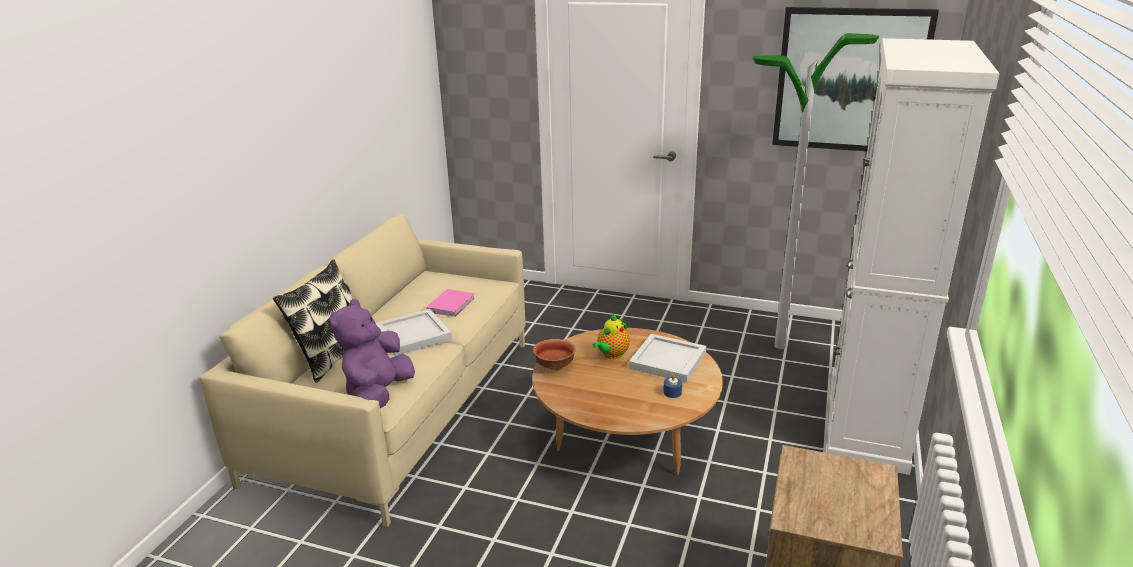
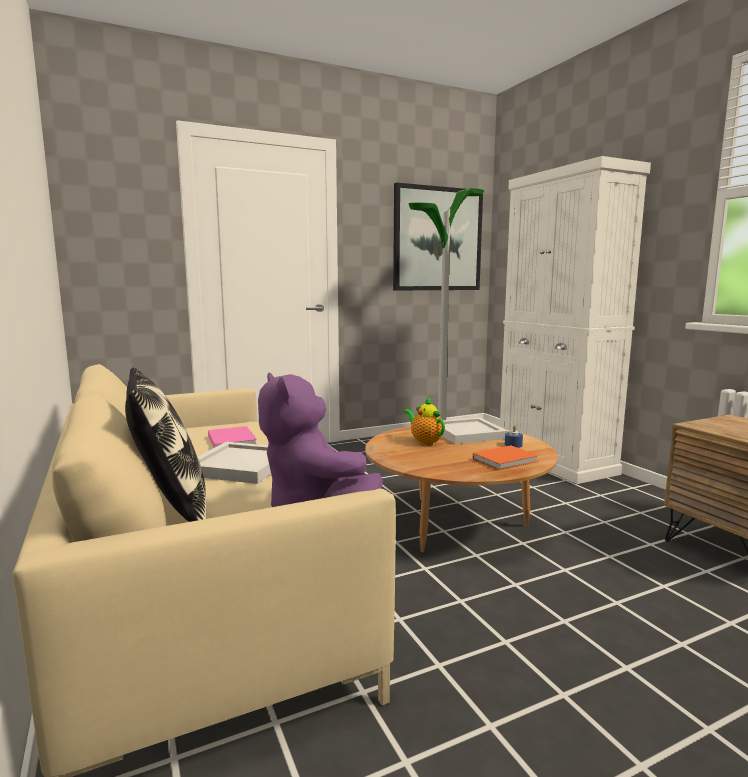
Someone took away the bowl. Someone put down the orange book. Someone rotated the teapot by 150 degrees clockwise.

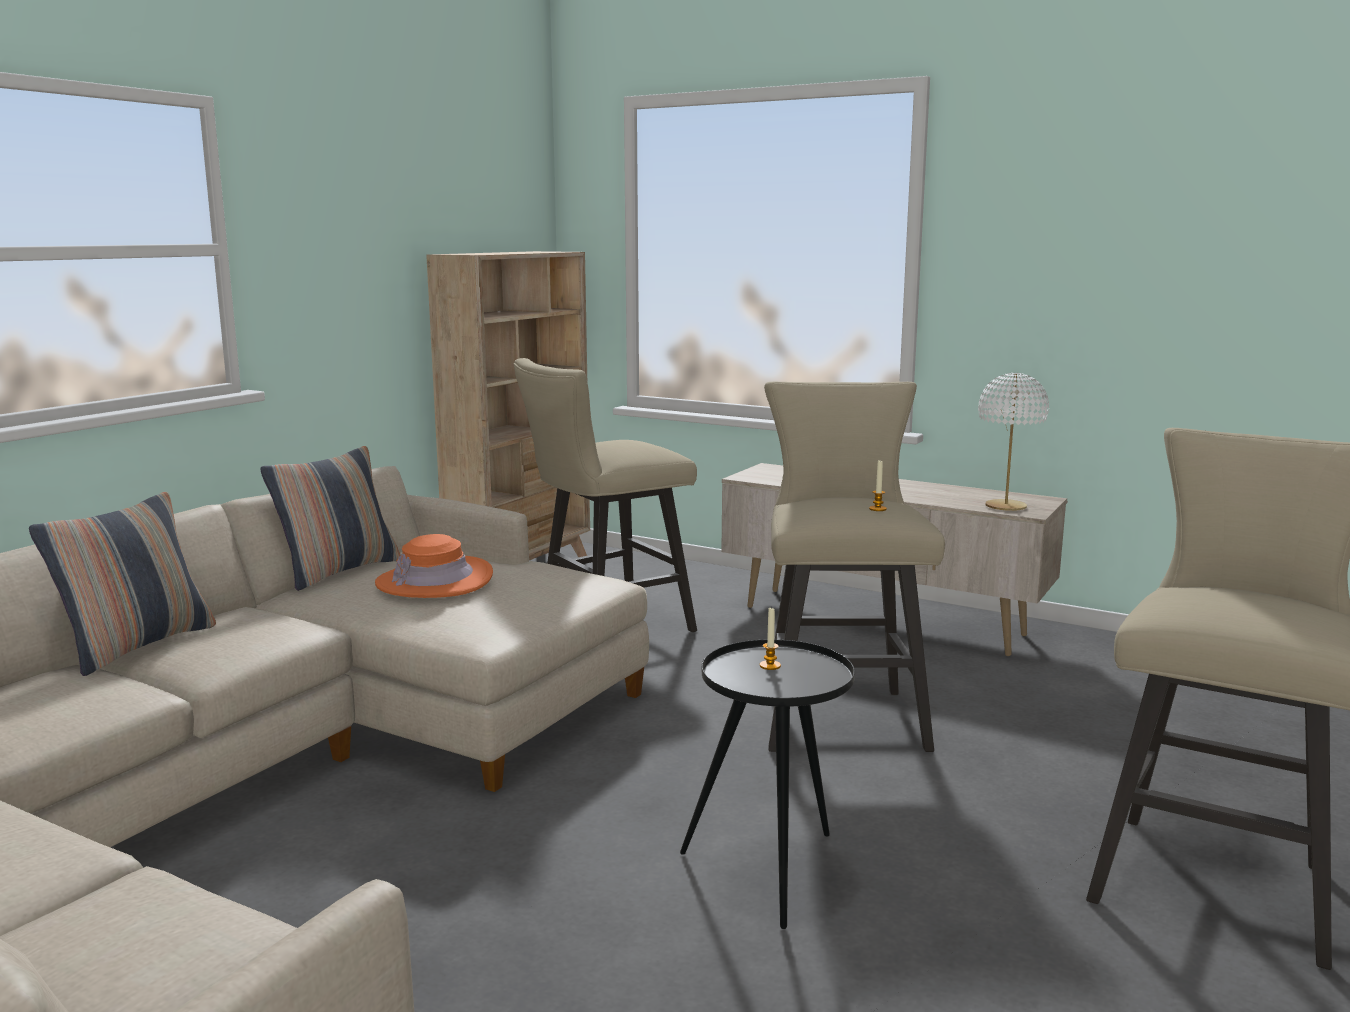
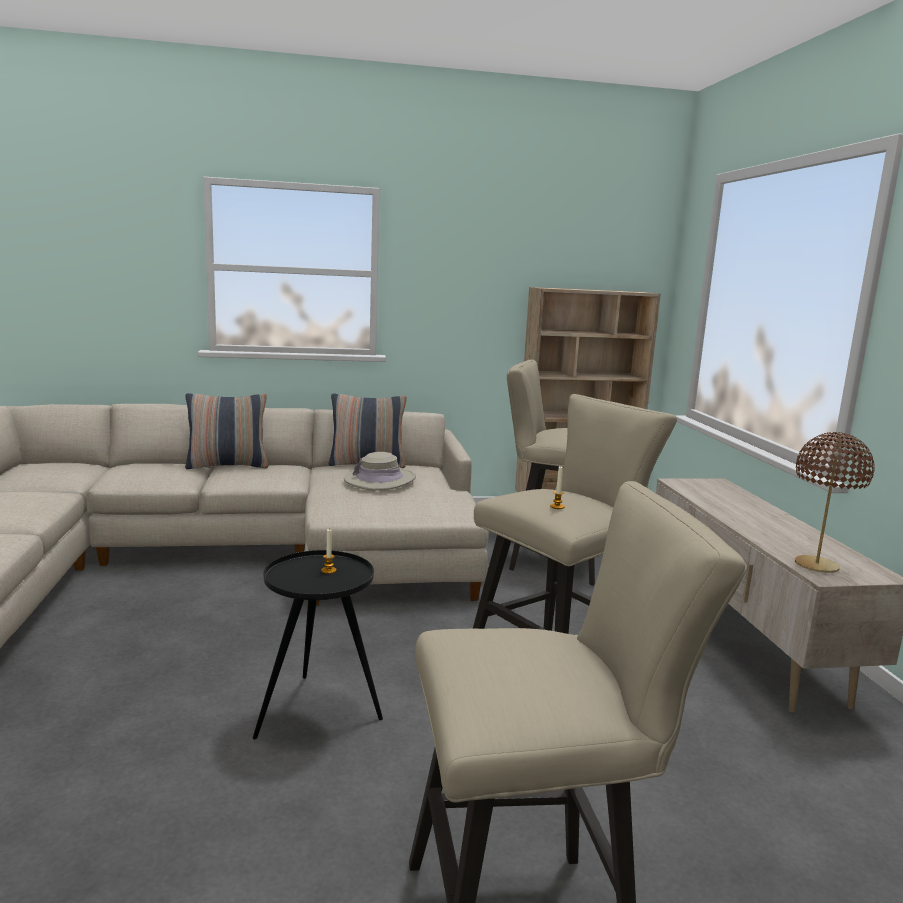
Someone repainted the orange hat, which became the beige hat. Someone repainted the white table lamp, which became the brown table lamp.

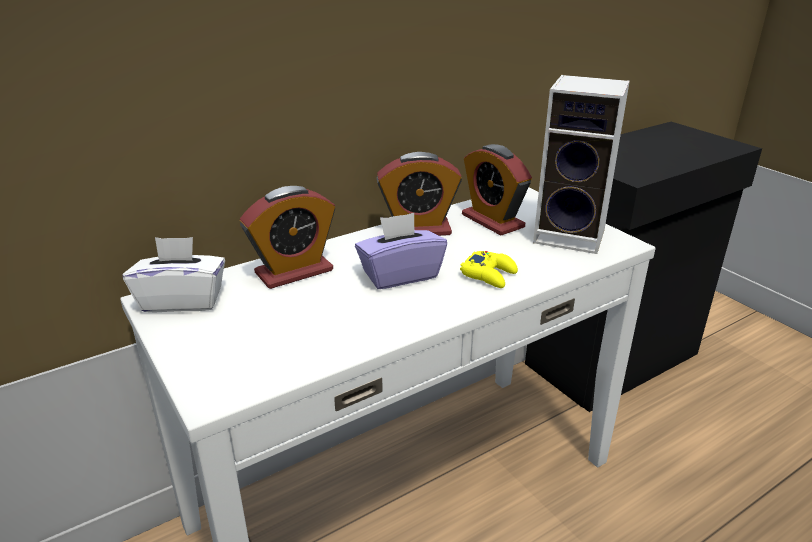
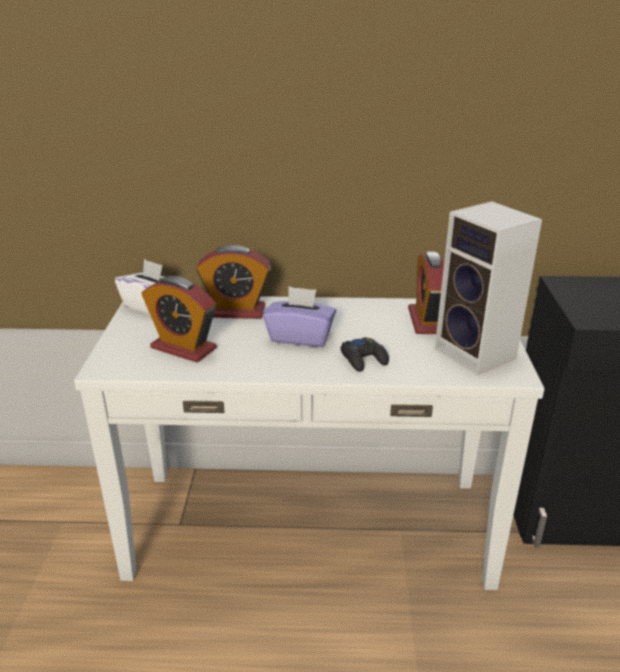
Someone carried the alarm clock (no. 2 from left in the first image). Someone repainted the yellow game controller, which became the black game controller.

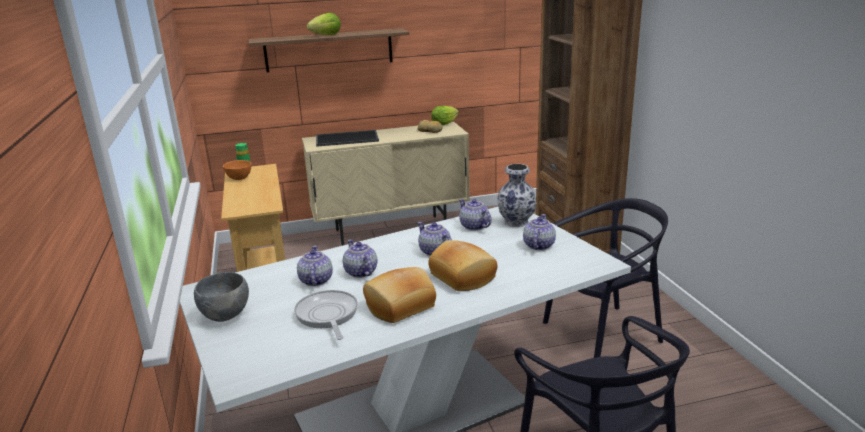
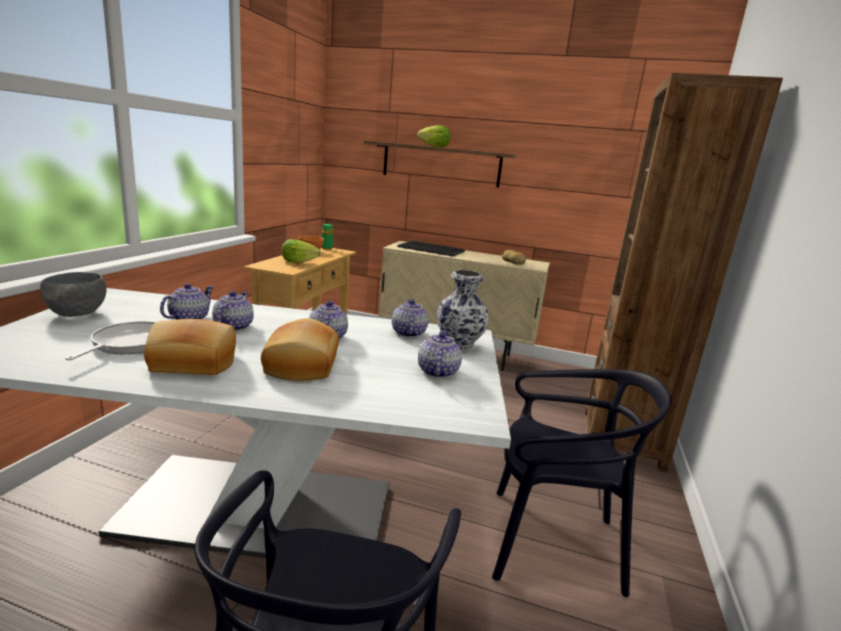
Someone carried the lettuce (no. 2 from left in the first image). Someone rotated the teapot (no. 5 from left) by 45 degrees counterclockwise.

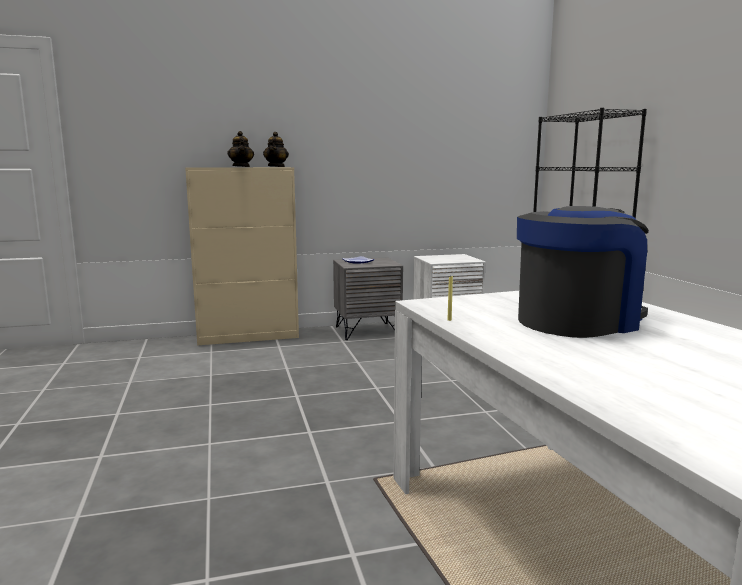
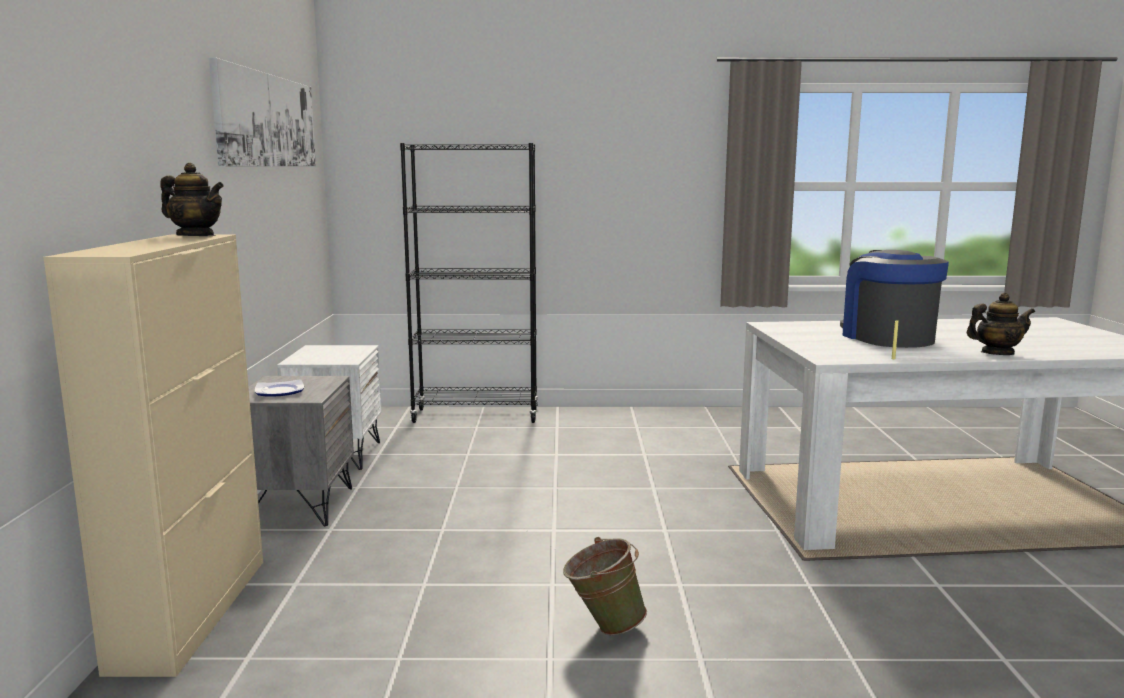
Someone put up the picture. Someone put down the green bucket. Someone carried the teapot (no. 1 from left in the first image).

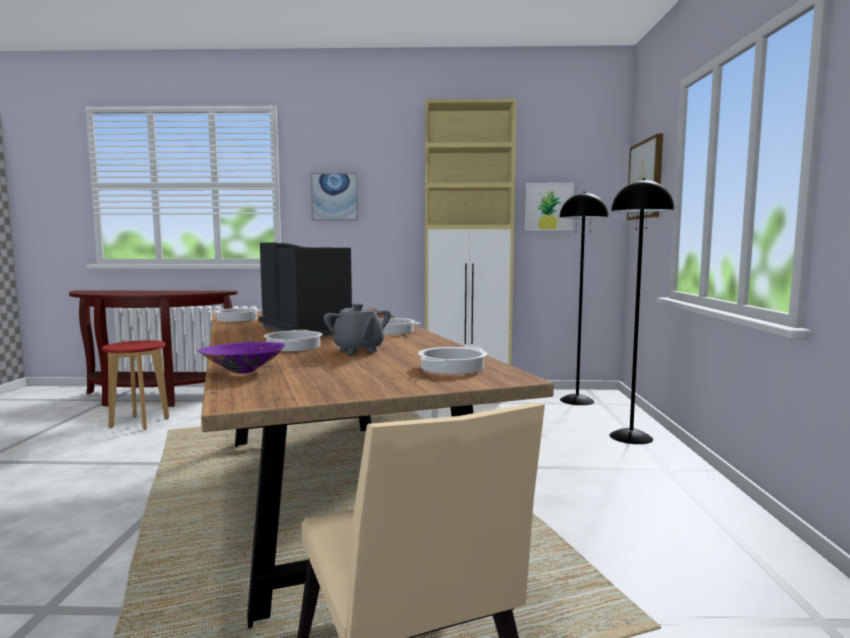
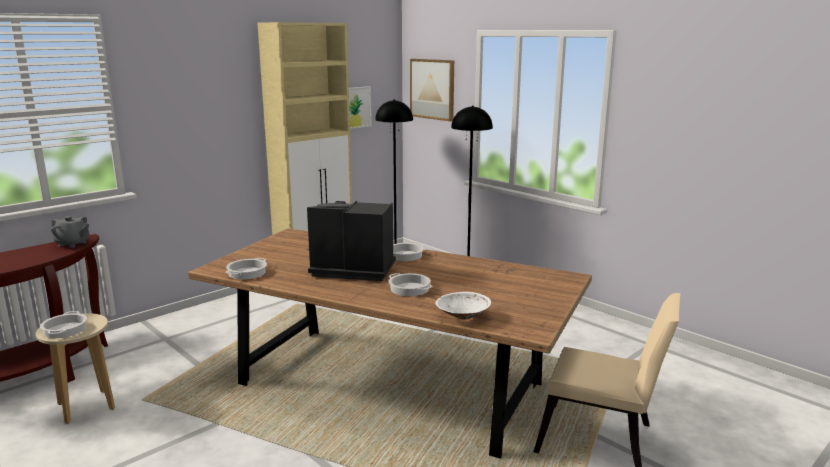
Someone took away the picture (no. 1 from left). Someone carried the grey teapot. Someone carried the cooking pot (no. 4 from left in the first image). Someone repainted the red stool, which became the beige stool. Someone repainted the purple bowl, which became the white bowl.

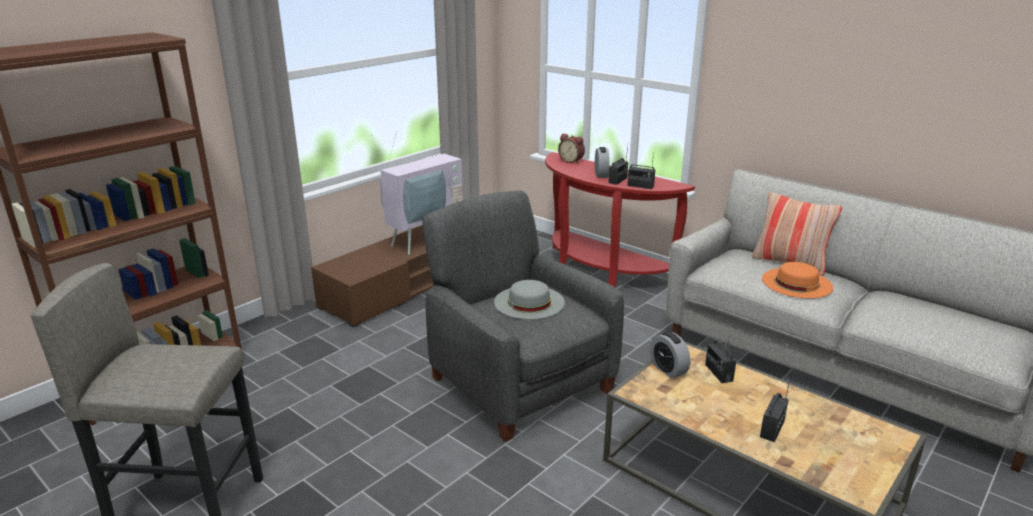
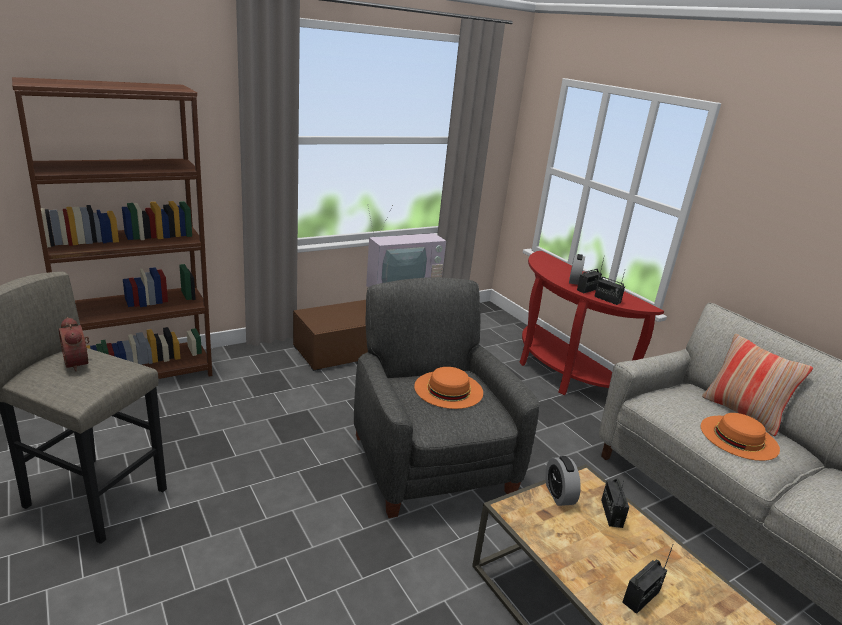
Someone carried the alarm clock (no. 1 from left). Someone repainted the grey hat, which became the orange hat (no. 1 from left).

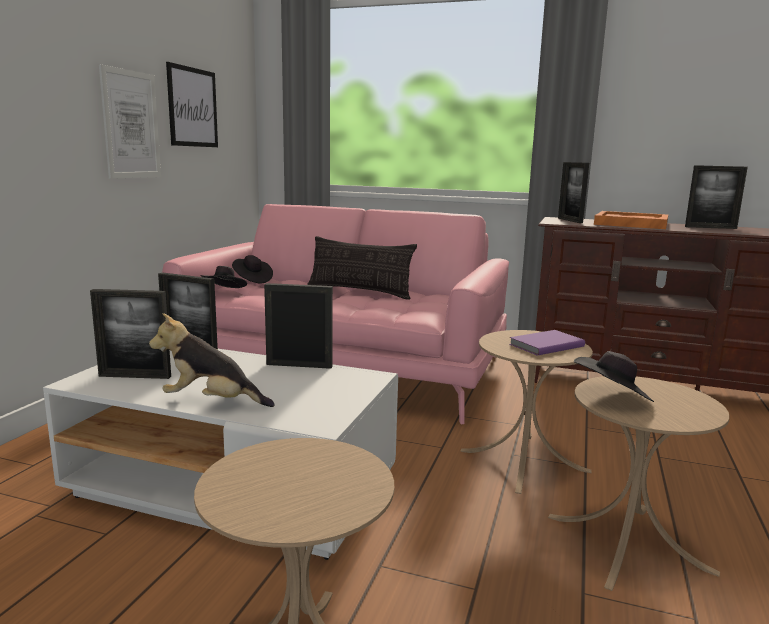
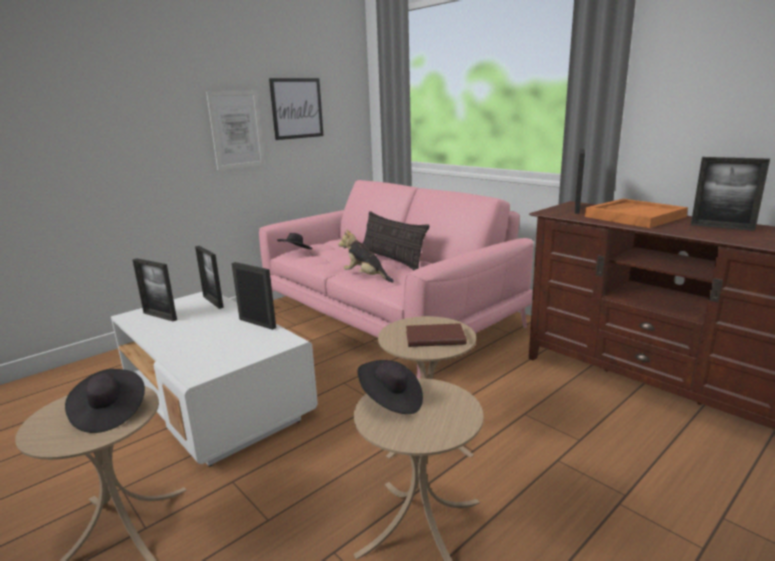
Someone carried the plush toy. Someone carried the black hat (no. 2 from left in the first image). Someone repainted the purple book, which became the brown book.

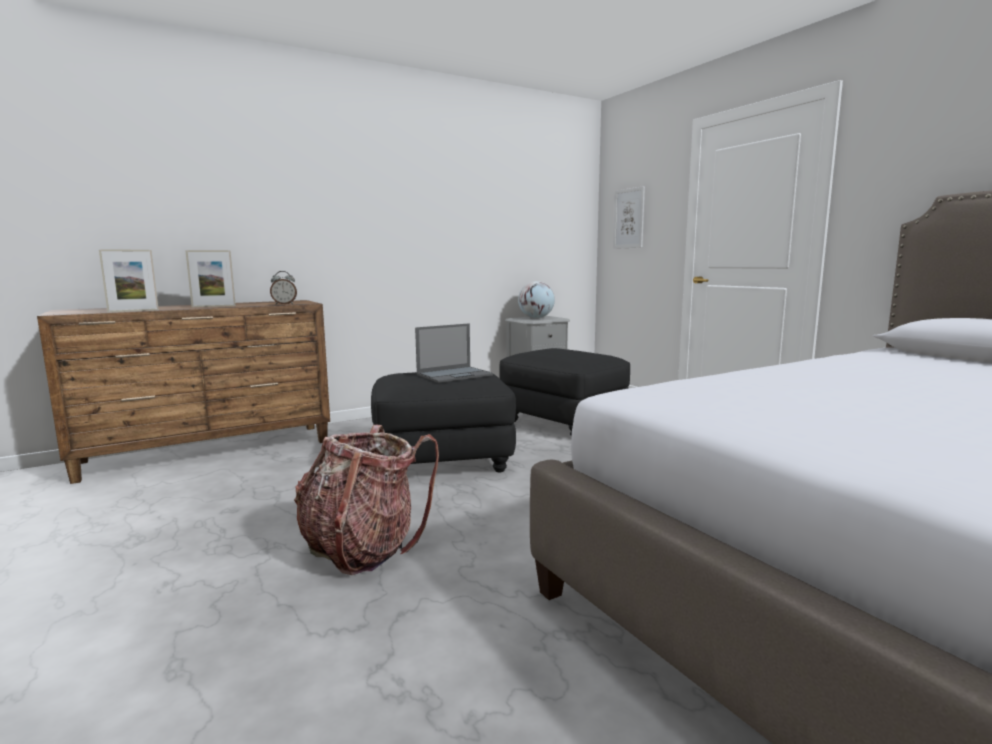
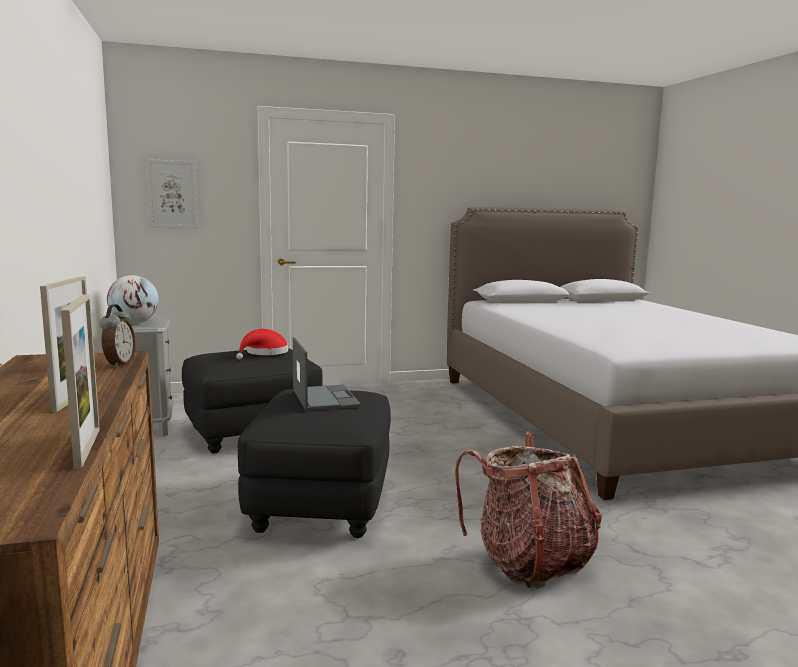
Someone put down the red hat.

